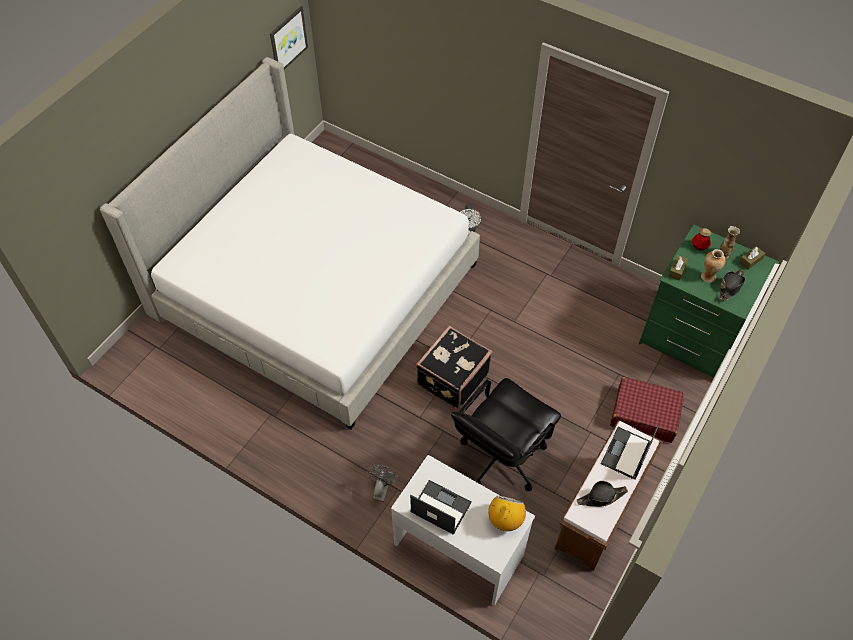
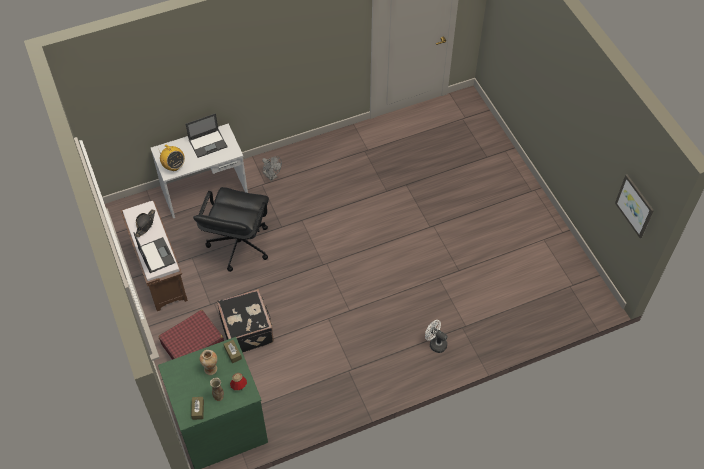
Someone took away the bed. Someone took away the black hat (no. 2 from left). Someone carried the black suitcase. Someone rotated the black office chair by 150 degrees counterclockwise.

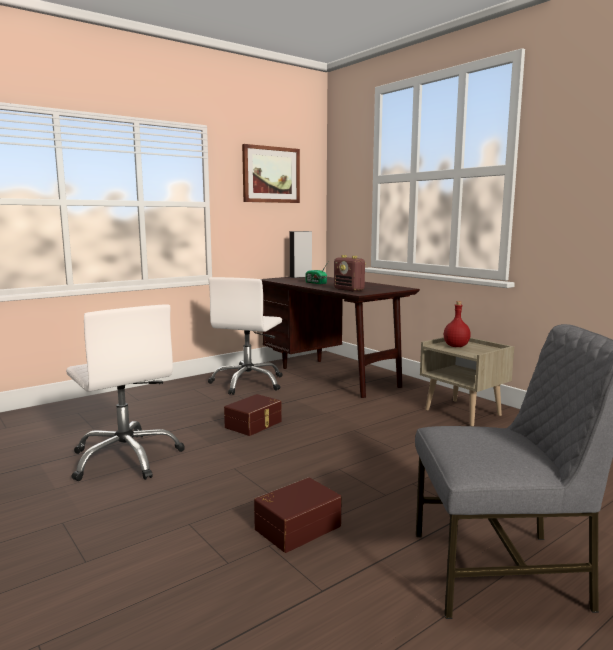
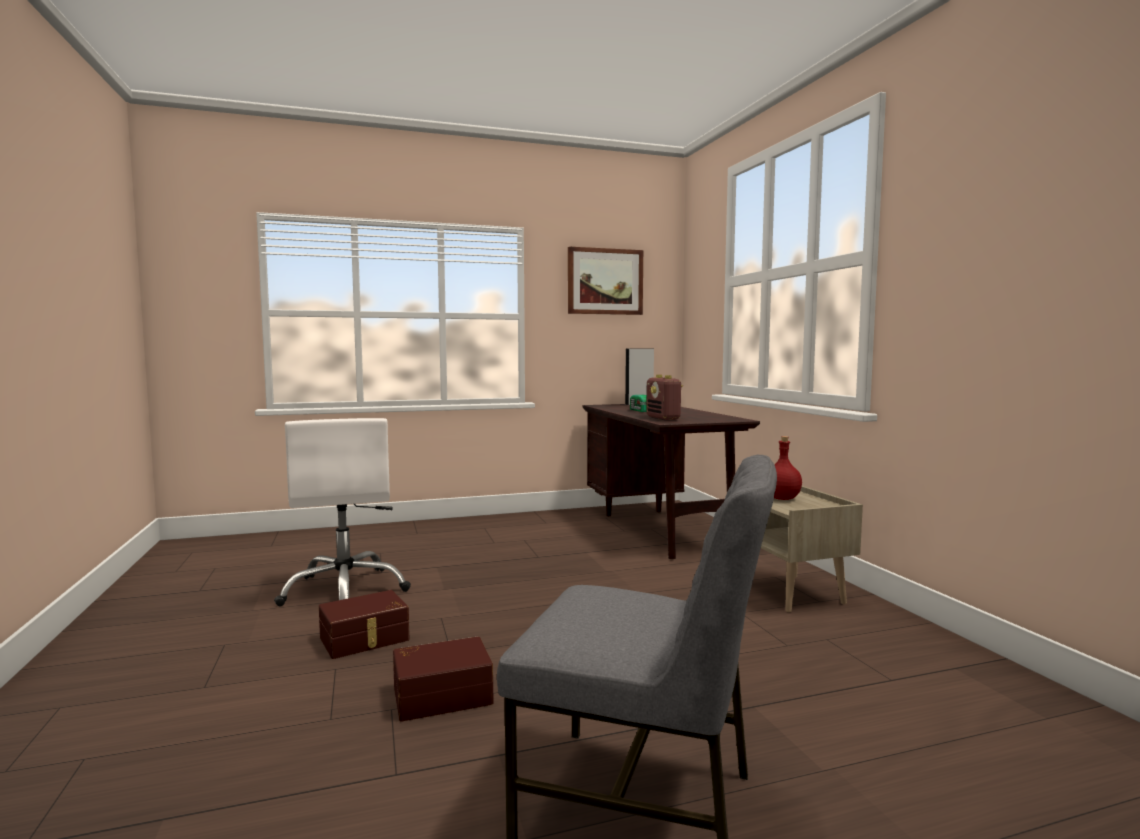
Someone took away the white office chair (no. 2 from left). Someone carried the brown storage box (no. 1 from left).

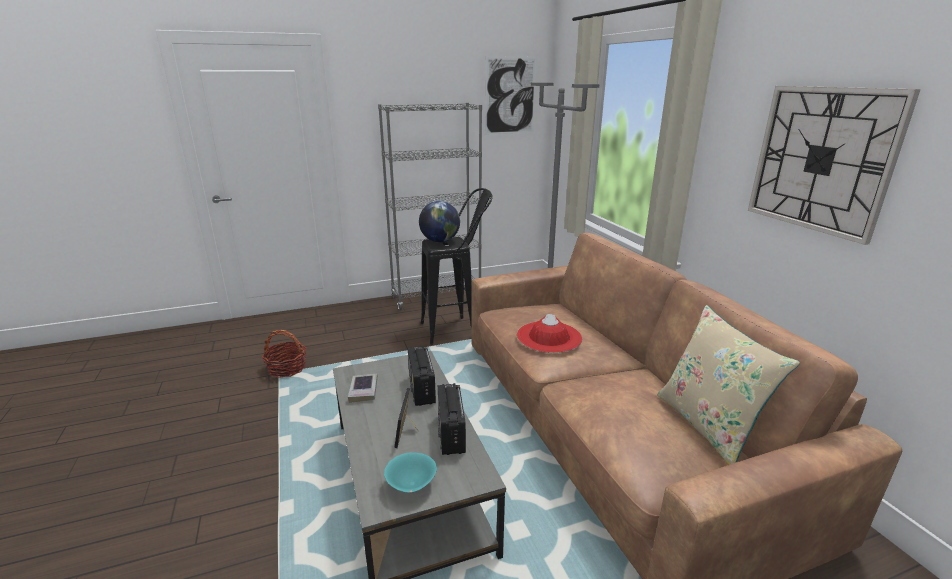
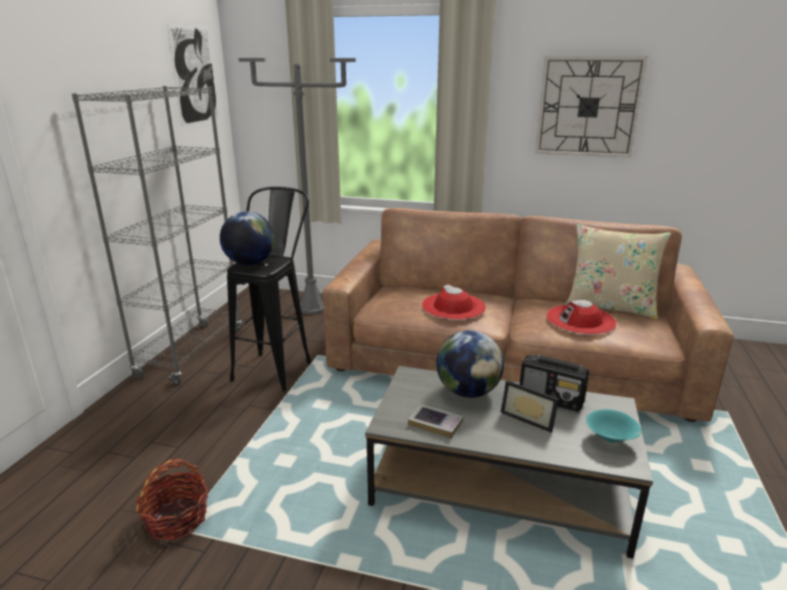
Someone put down the red hat (no. 2 from left). Someone swapped the radio (no. 1 from left) for the globe (no. 2 from left).

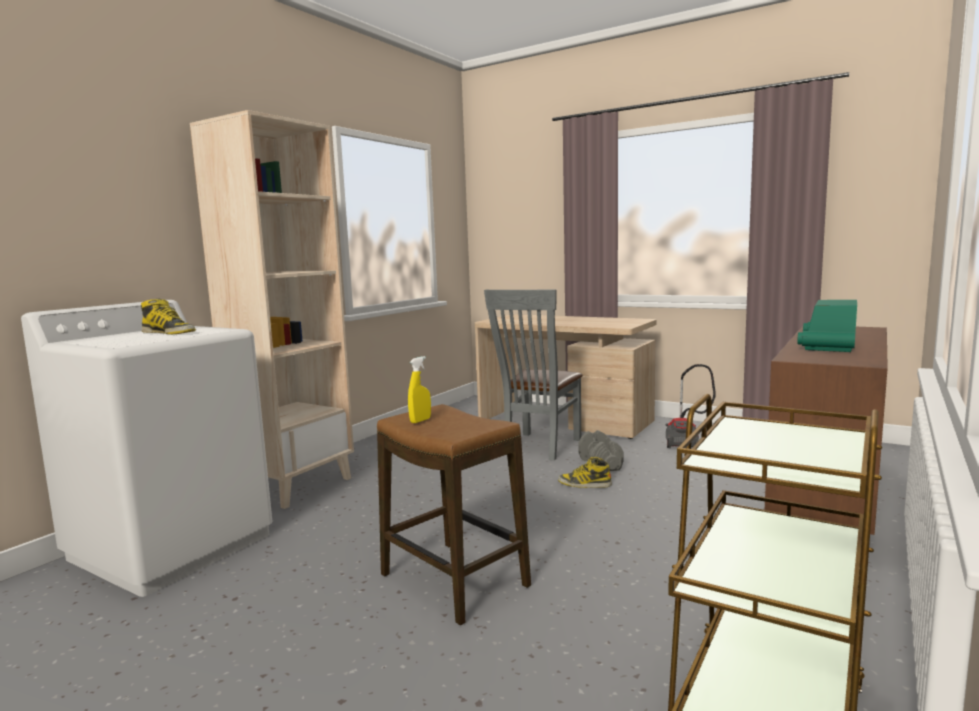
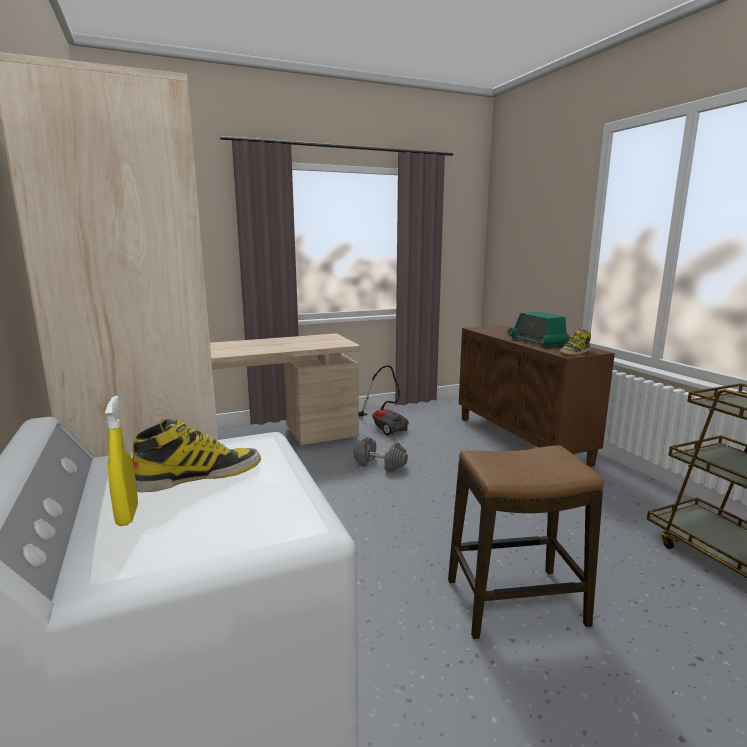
Someone took away the grey chair. Someone carried the yellow spray bottle. Someone carried the boot (no. 2 from left).

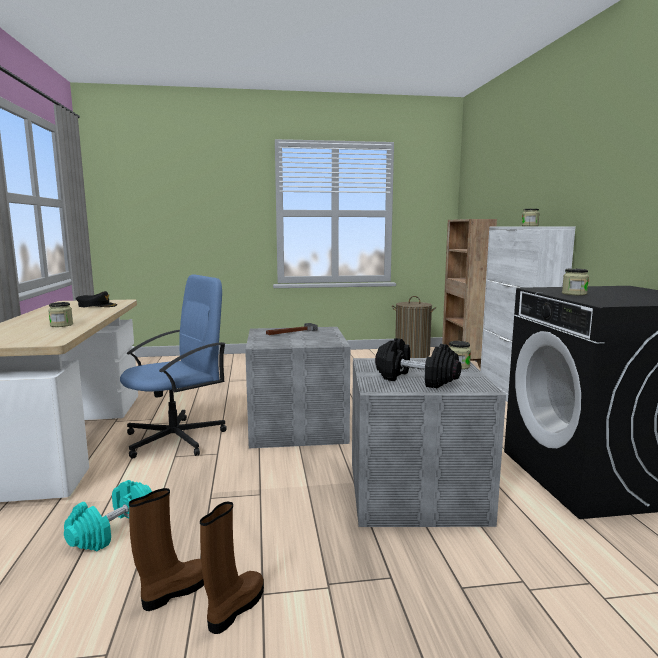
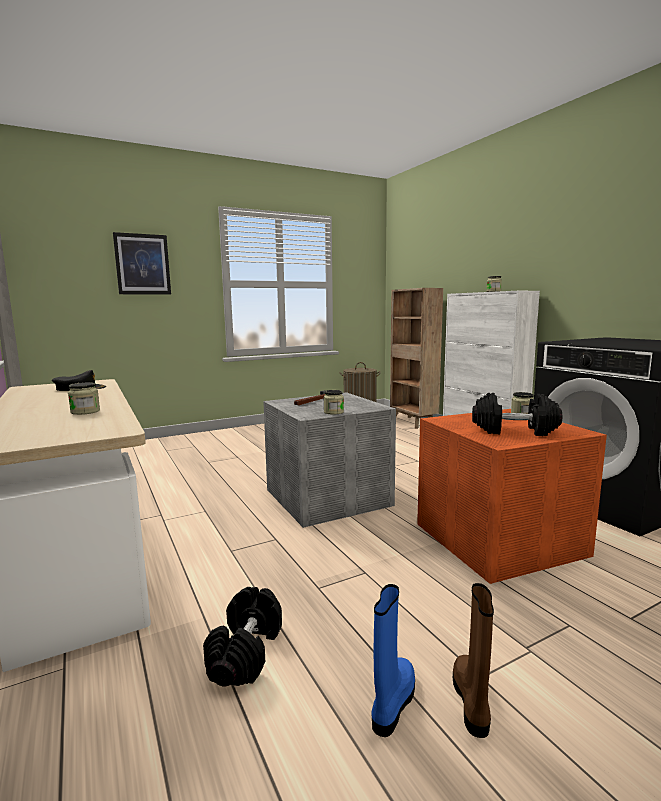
Someone took away the blue office chair. Someone put up the picture. Someone carried the jar (no. 4 from left in the first image). Someone repainted the turquoise dumbbell, which became the black dumbbell (no. 1 from left). Someone repainted the brown boot (no. 1 from left), which became the blue boot. Someone repainted the grey storage box (no. 2 from left), which became the orange storage box.

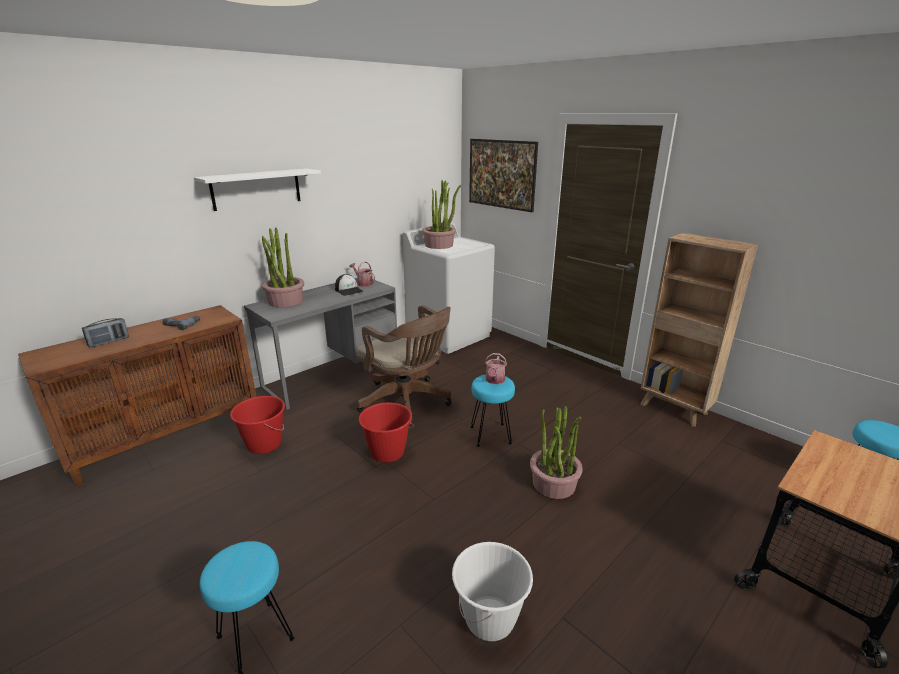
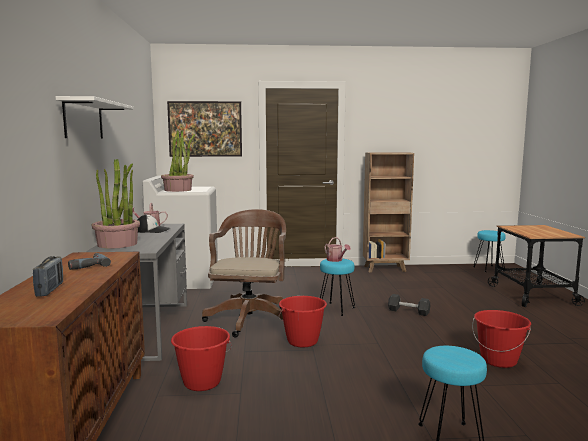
Someone swapped the potted plant (no. 3 from left) for the black dumbbell. Someone repainted the white bucket, which became the red bucket (no. 3 from left). Someone rotated the brown office chair by 75 degrees counterclockwise.

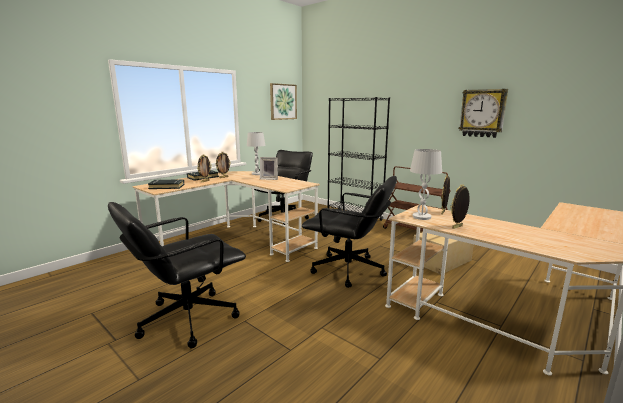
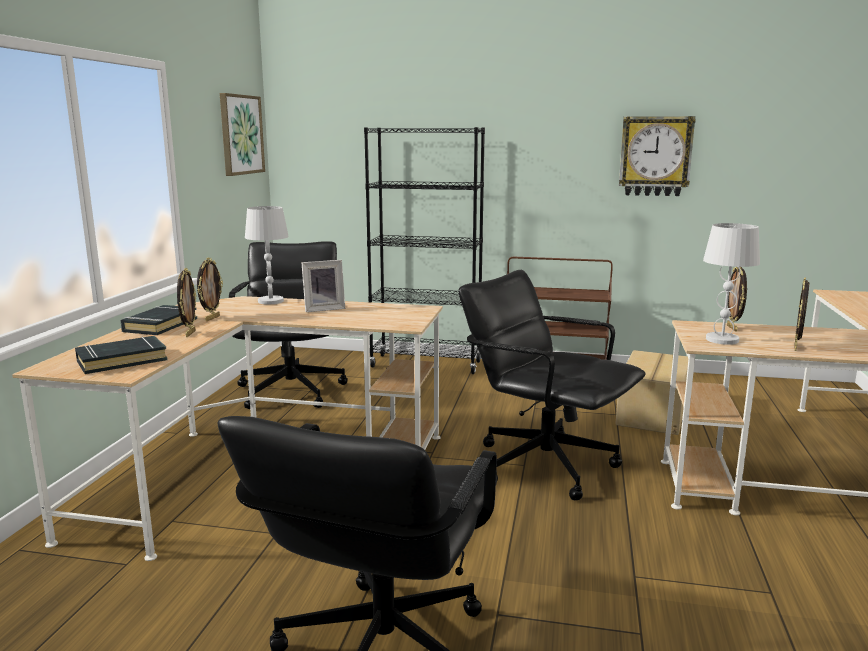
Someone rotated the black office chair (no. 3 from left) by 135 degrees counterclockwise.

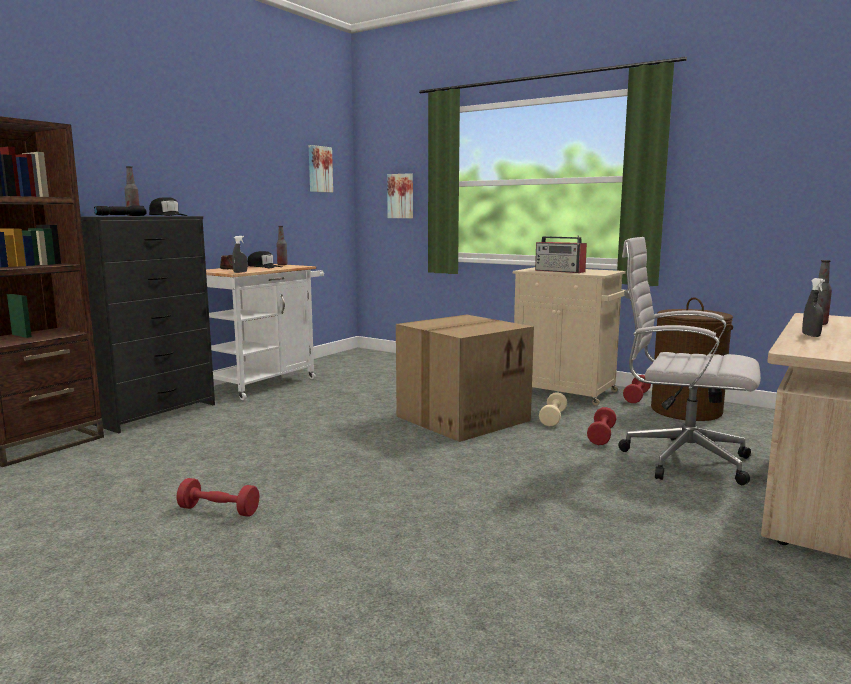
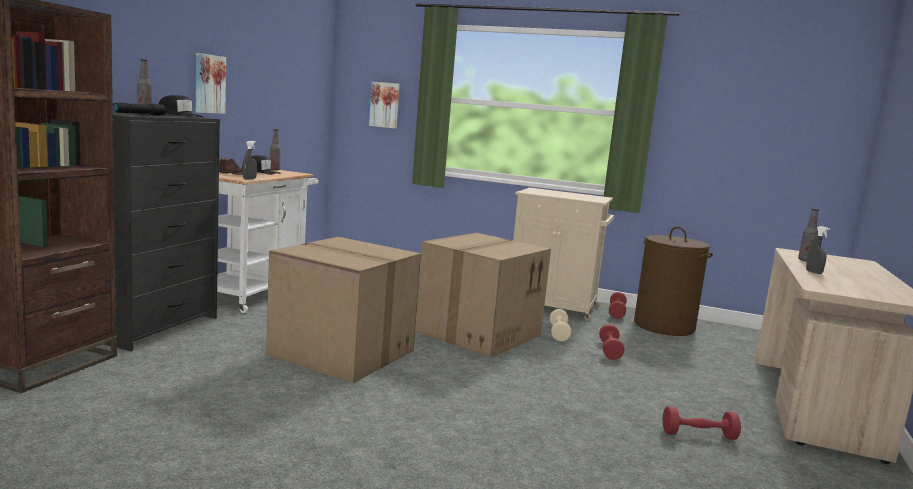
Someone took away the radio. Someone took away the white office chair. Someone put down the cardboard box (no. 1 from left). Someone carried the red dumbbell (no. 1 from left in the first image). Someone carried the picture (no. 1 from left).

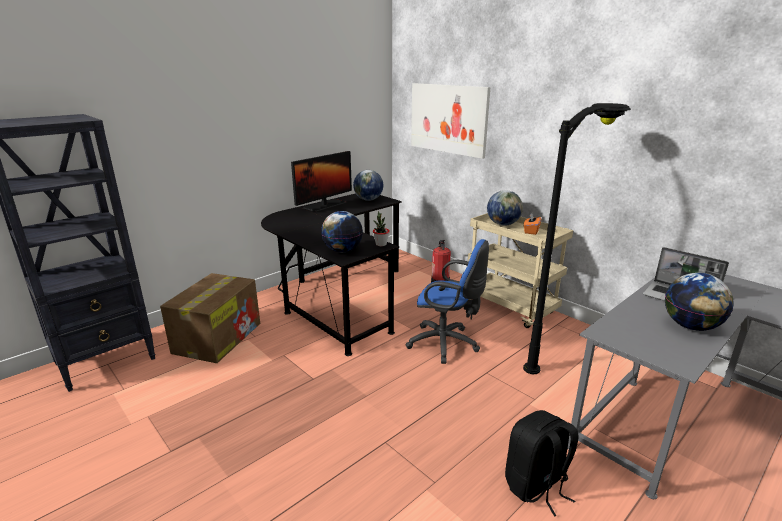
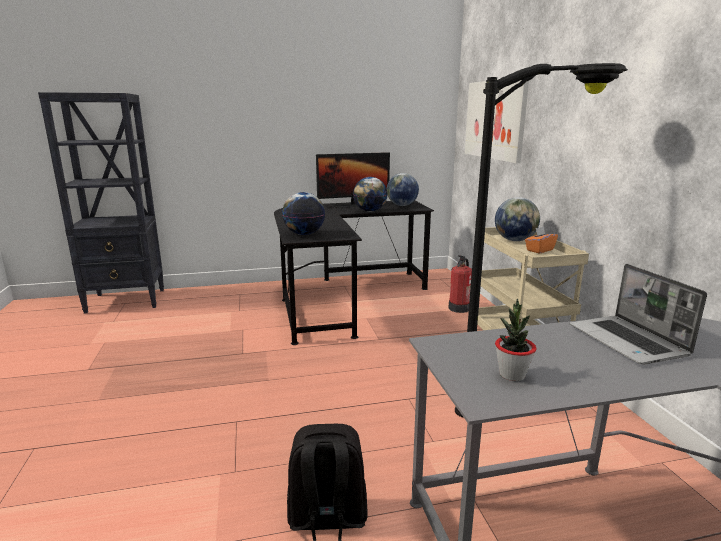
Someone took away the cardboard box. Someone took away the blue office chair. Someone carried the potted plant. Someone carried the globe (no. 4 from left in the first image).

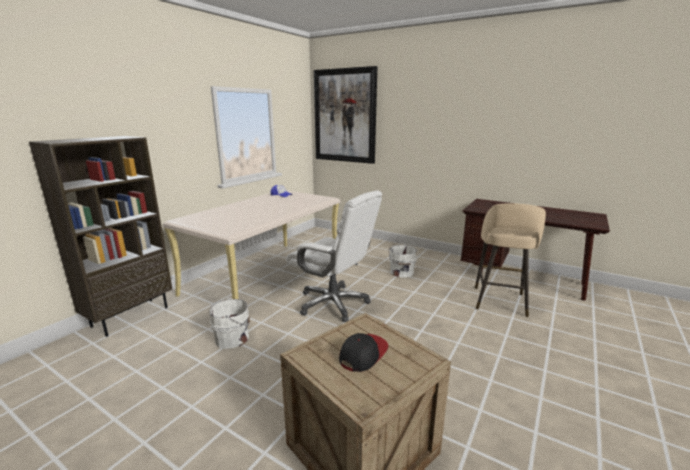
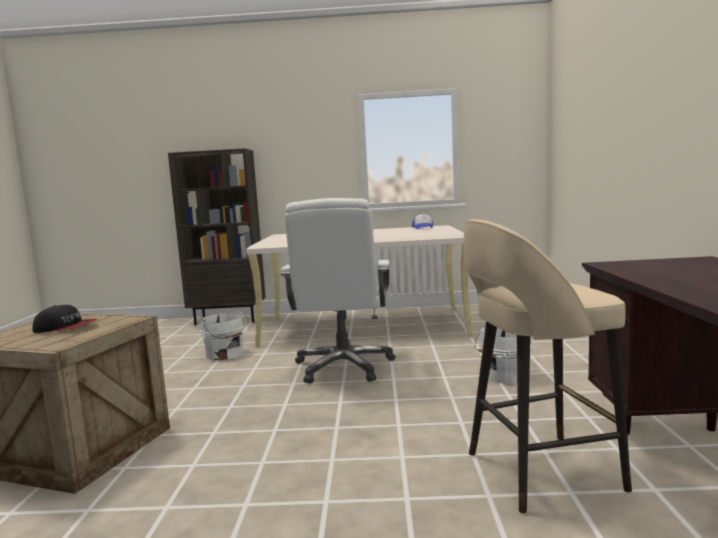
Someone took away the picture.

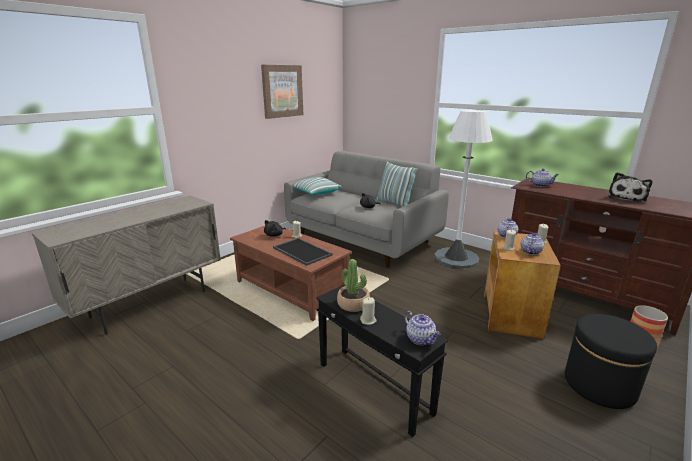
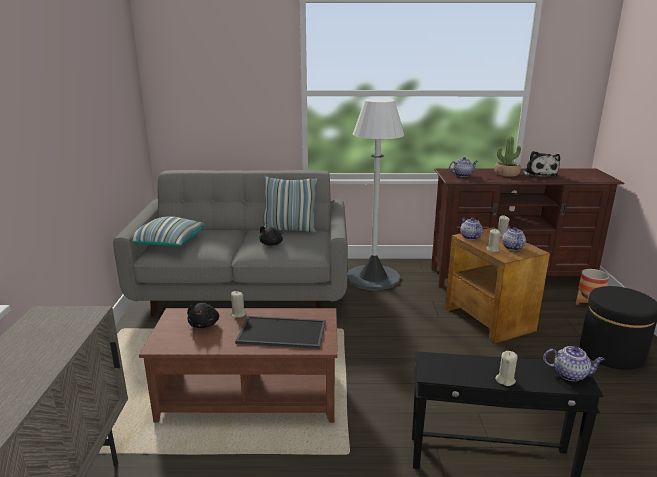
Someone took away the picture. Someone carried the potted plant.

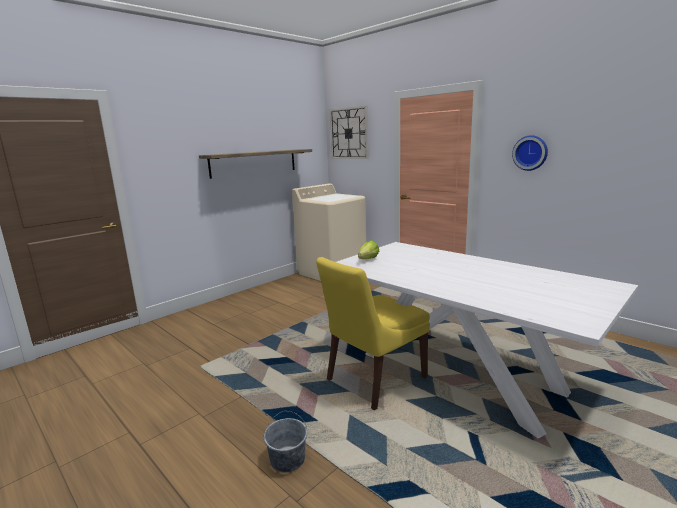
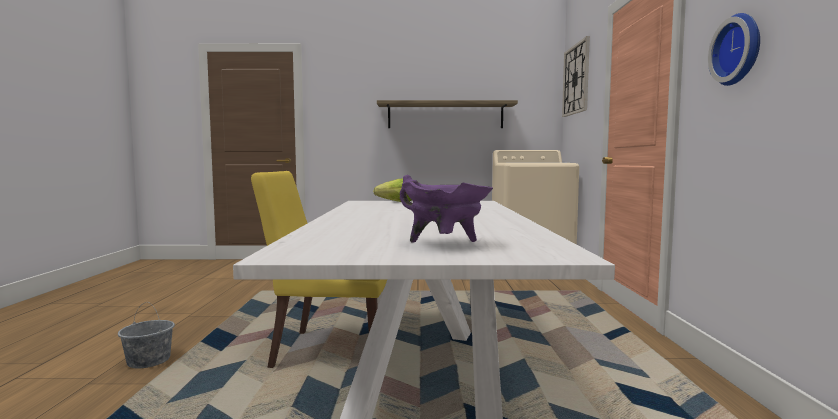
Someone put down the purple cooking pot.

